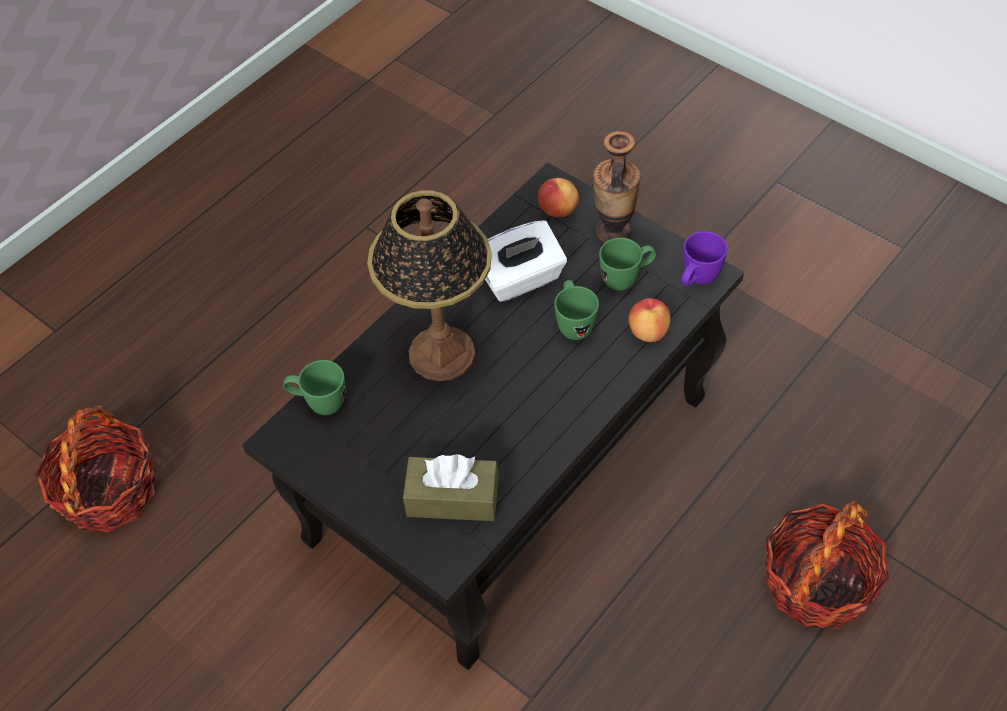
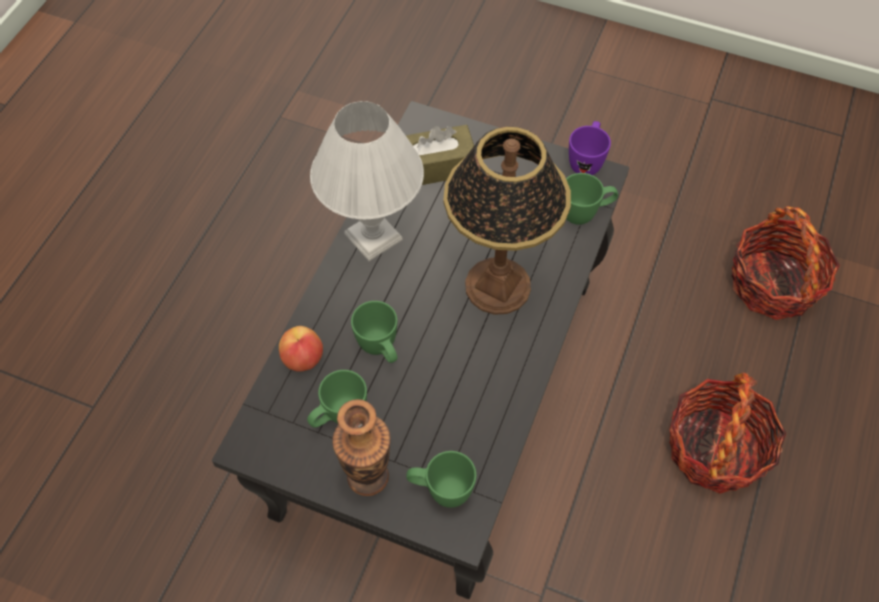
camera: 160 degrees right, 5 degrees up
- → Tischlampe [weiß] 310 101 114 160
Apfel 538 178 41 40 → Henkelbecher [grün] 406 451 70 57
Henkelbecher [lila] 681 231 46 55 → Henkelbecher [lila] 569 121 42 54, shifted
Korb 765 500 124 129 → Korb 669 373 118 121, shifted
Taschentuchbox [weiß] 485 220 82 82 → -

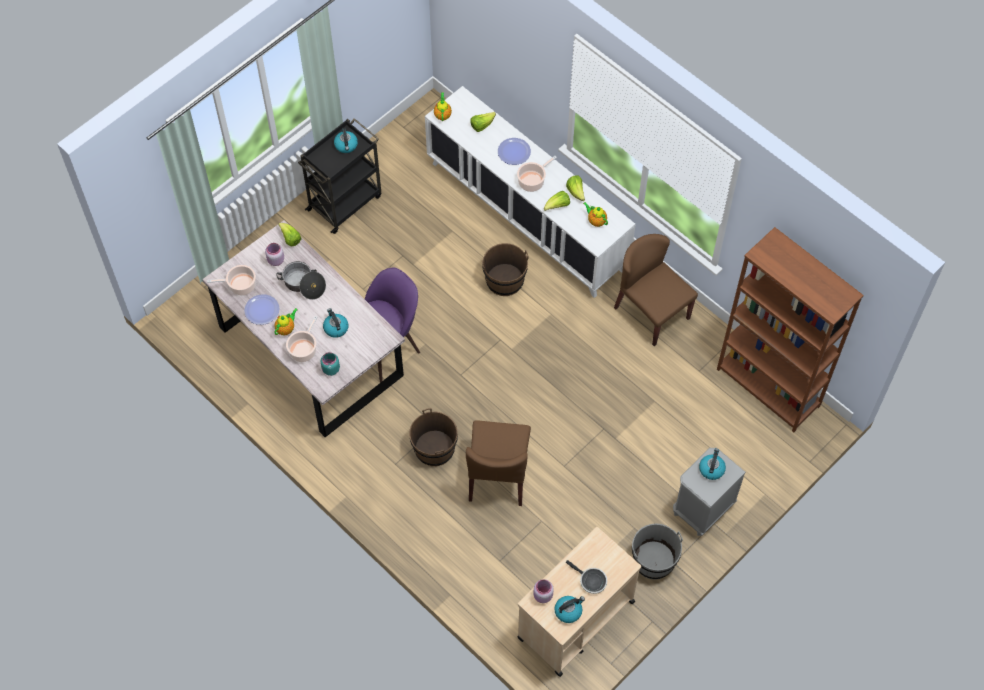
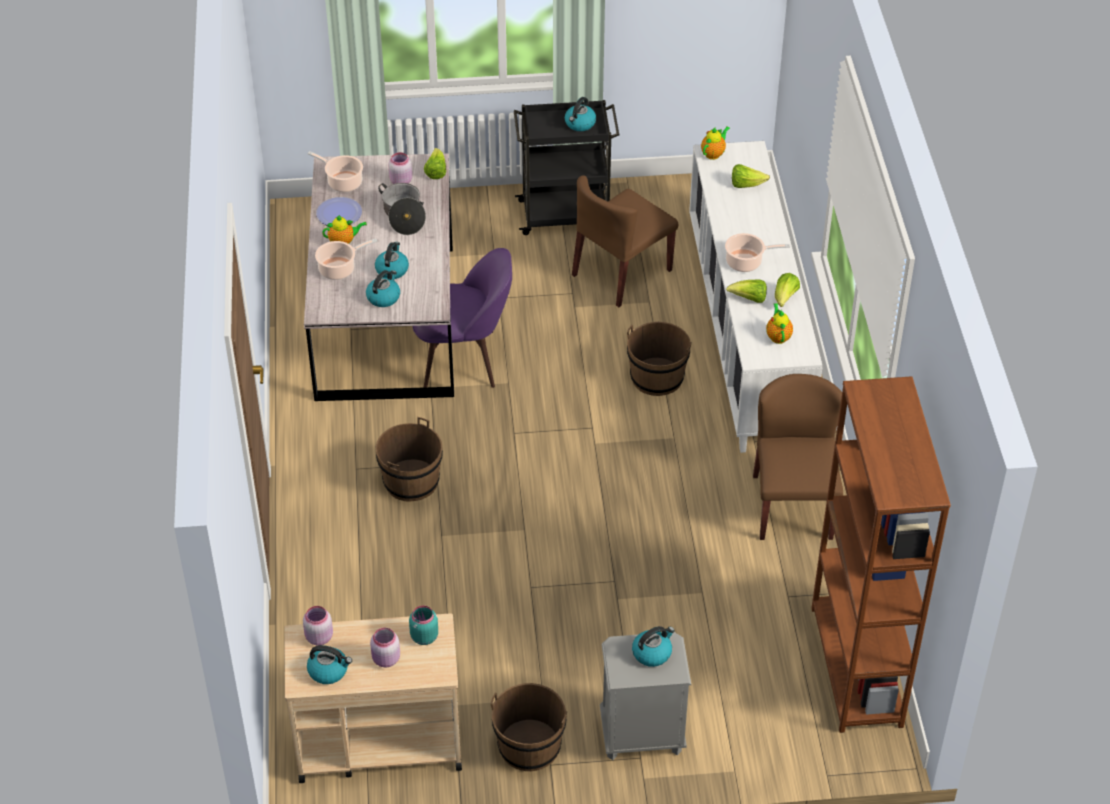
camera: 40 degrees right, 15 degrees down
- → Wasserkessel 366 270 34 37
Pfanne 566 560 41 34 → Vorratsglas [rosa] 370 628 30 39
Vorratsglas [türkis] 321 352 19 24 → Vorratsglas [türkis] 409 606 29 39, shifted
Eimer [grau] 632 523 51 57 → Eimer [braun] 491 683 76 88
Stuhl [braun] 466 420 65 86 → Stuhl [braun] 572 175 106 132, shifted
Teller 498 138 33 27 → -

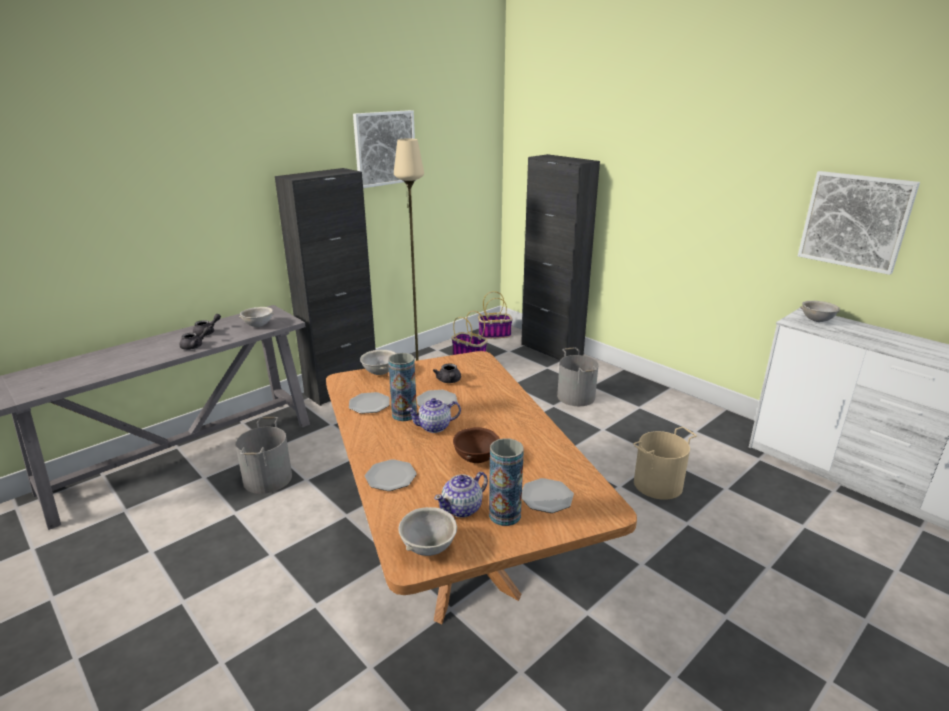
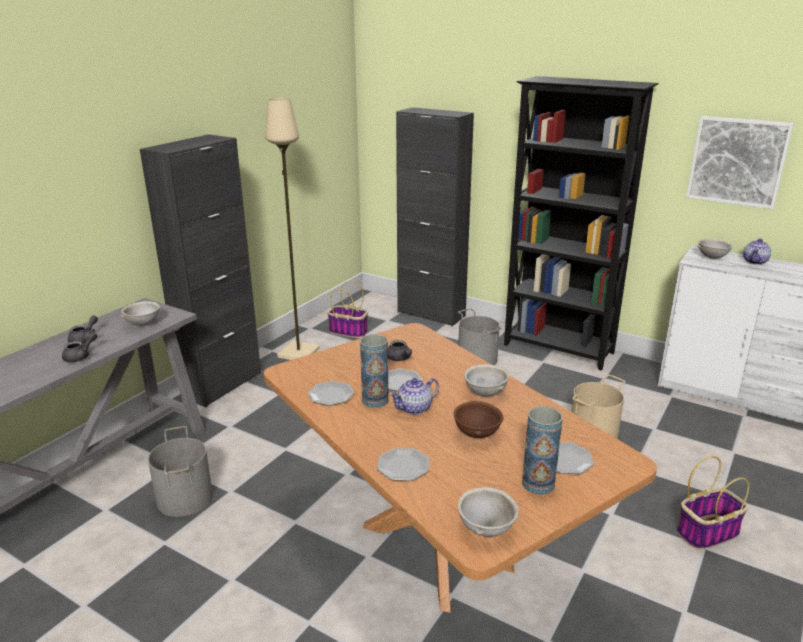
camera: 15 degrees left, 0 degrees up
Schüssel [grau] 360 350 36 25 → Schüssel [grau] 464 364 45 33, shifted
- → Bücherregal [schwarz] 504 76 155 295
Korb 478 291 34 48 → Korb 677 456 72 94, shifted
Teekanne 434 472 54 46 → Teekanne 743 239 28 26, shifted
Bild 353 110 63 78 → -

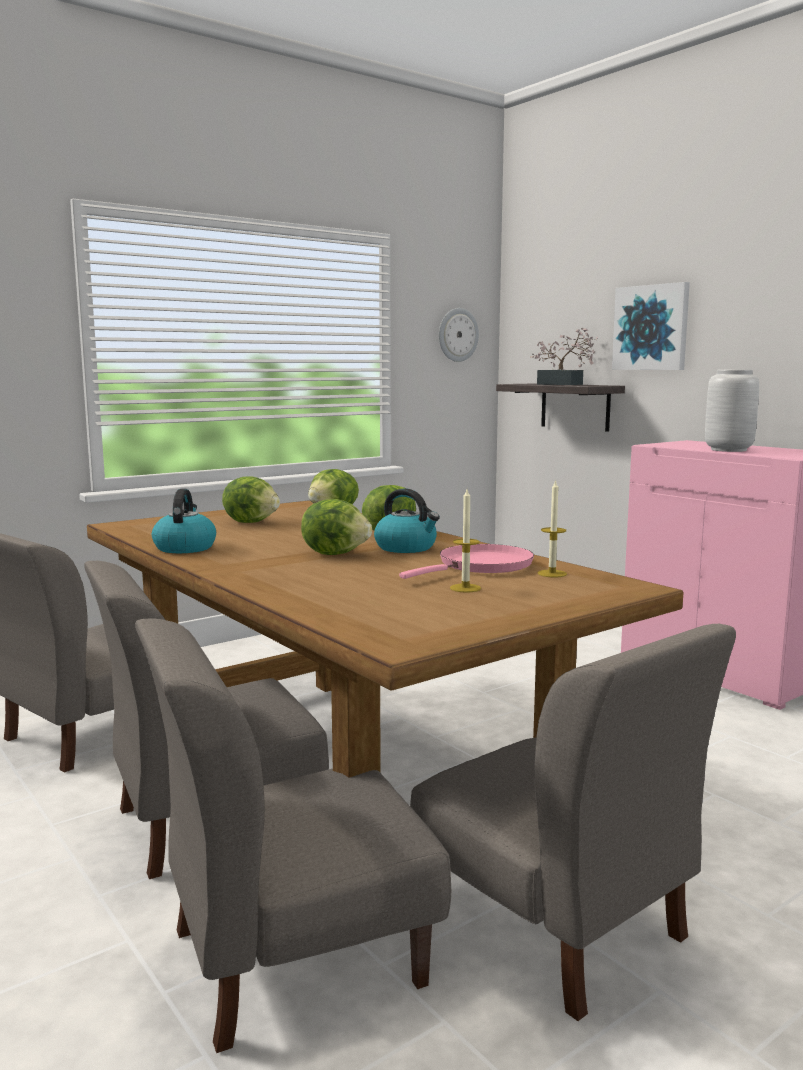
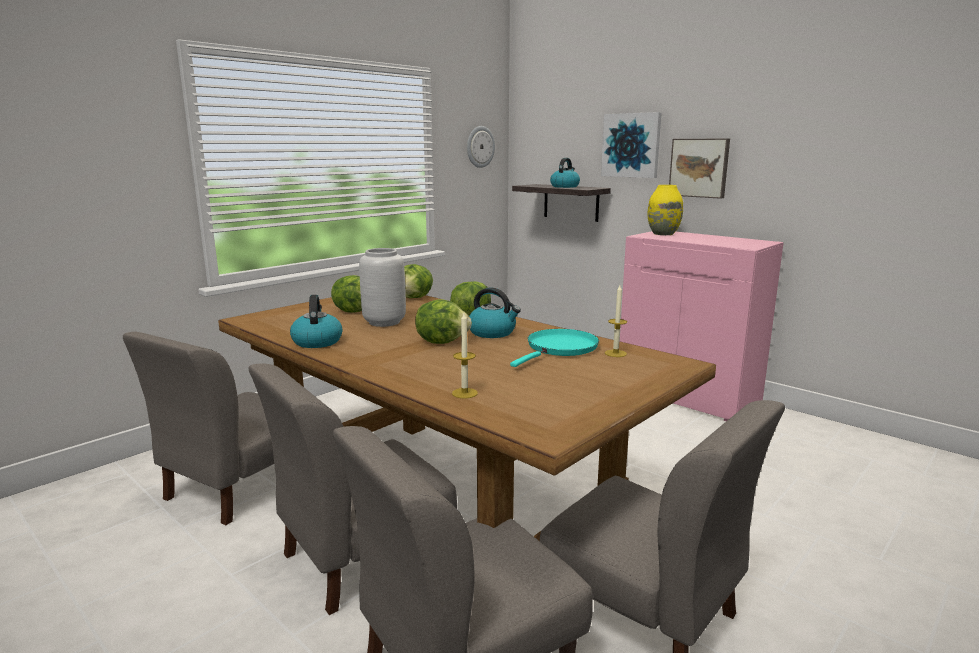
camera: 10 degrees left, 5 degrees up
Vase [grau] 705 369 54 83 → Vase [grau] 359 248 47 79, shifted
Kerze 450 489 31 104 → Kerze 452 313 26 86, shifted
Pfanne [rosa] 399 544 135 35 → Pfanne [türkis] 510 329 89 38
Topfpflanze 530 328 68 57 → Wasserkessel 550 158 30 30
- → Vase [gelb] 648 185 35 50
- → Bild 669 139 61 60

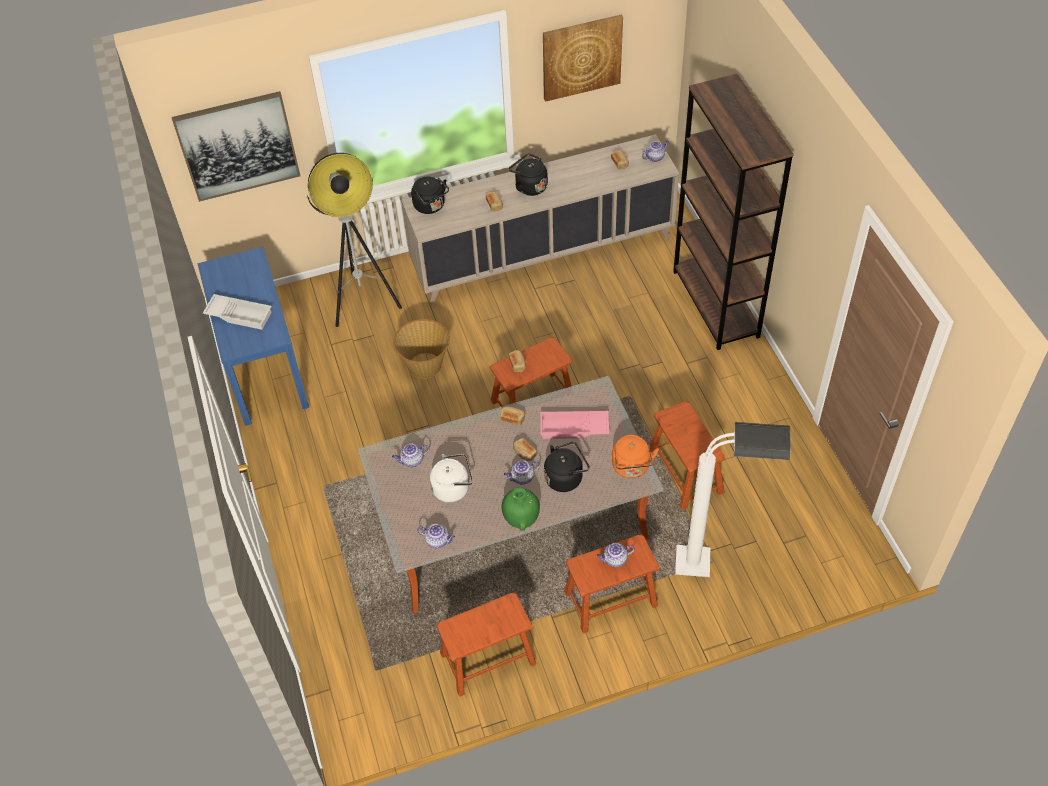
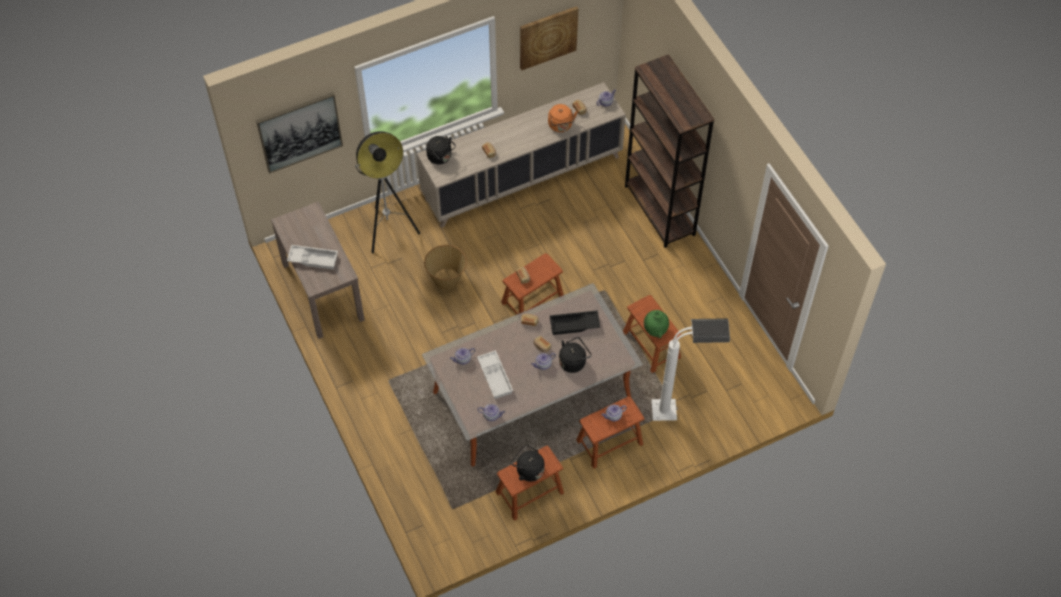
camera: 10 degrees left, 5 degrees up
Konsolentisch [blau] 197 246 112 180 → Konsolentisch [braun] 271 201 94 138
Wasserkessel [weiß] 430 454 43 49 → Tablett [weiß] 477 350 36 49
Wasserkessel [schwarz] 509 153 39 43 → Wasserkessel [schwarz] 511 445 33 37, shifted
Wasserkessel [orange] 612 435 47 43 → Wasserkessel [orange] 548 104 30 28, shifted
Tablett [rosa] 541 411 68 28 → Tablett [schwarz] 549 310 52 25
Vase [grün] 502 487 38 44 → Vase [grün] 644 310 25 28, shifted

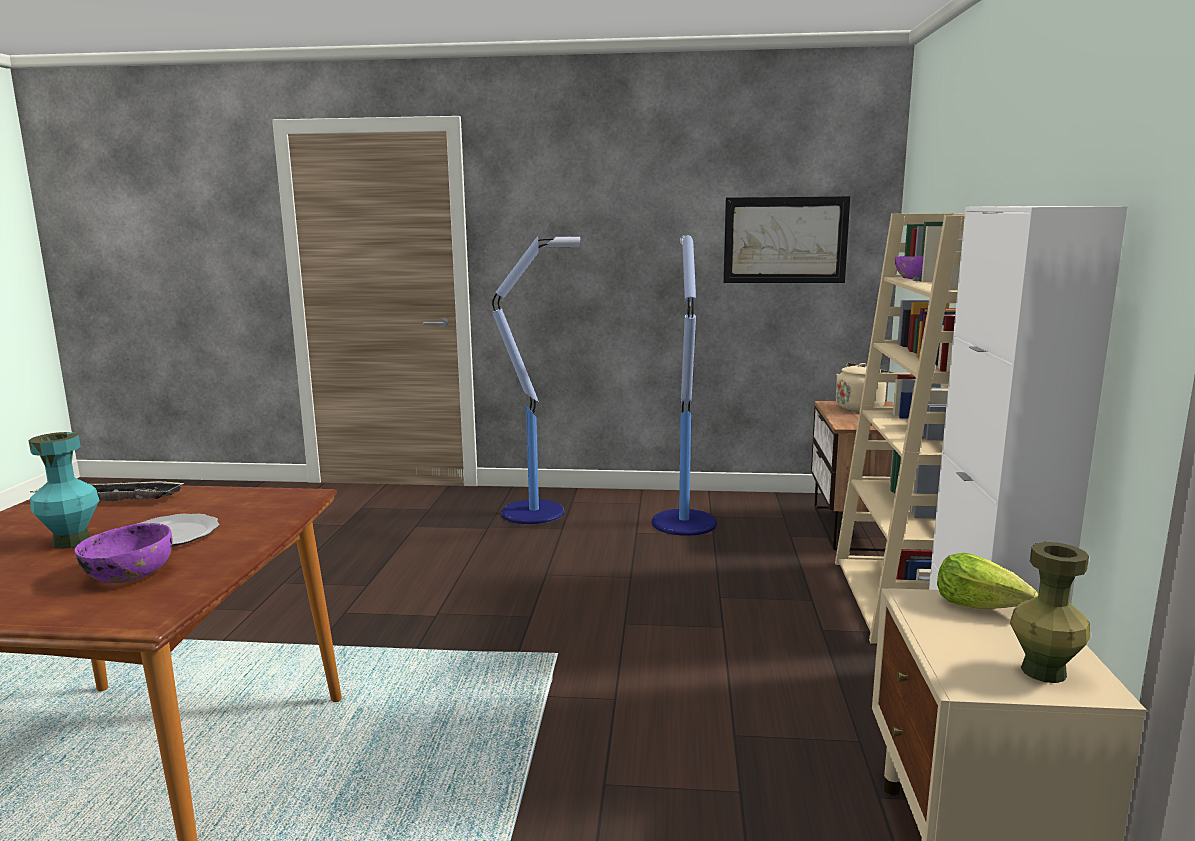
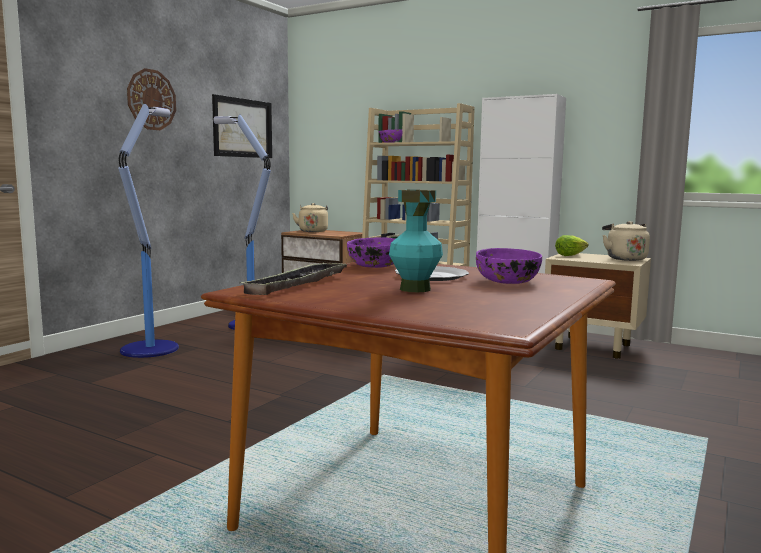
camera: 65 degrees left, 5 degrees down
- → Wanduhr 127 68 49 62
- → Schüssel [lila] 347 237 48 31
Vase [grün] 1010 542 80 141 → Wasserkessel [beige] 602 221 48 40

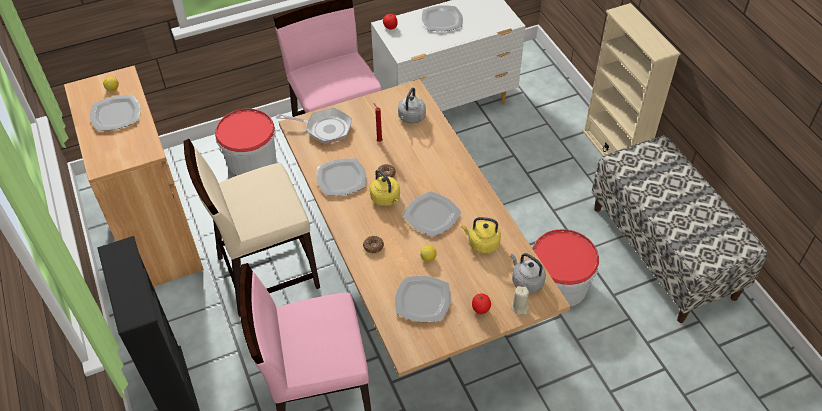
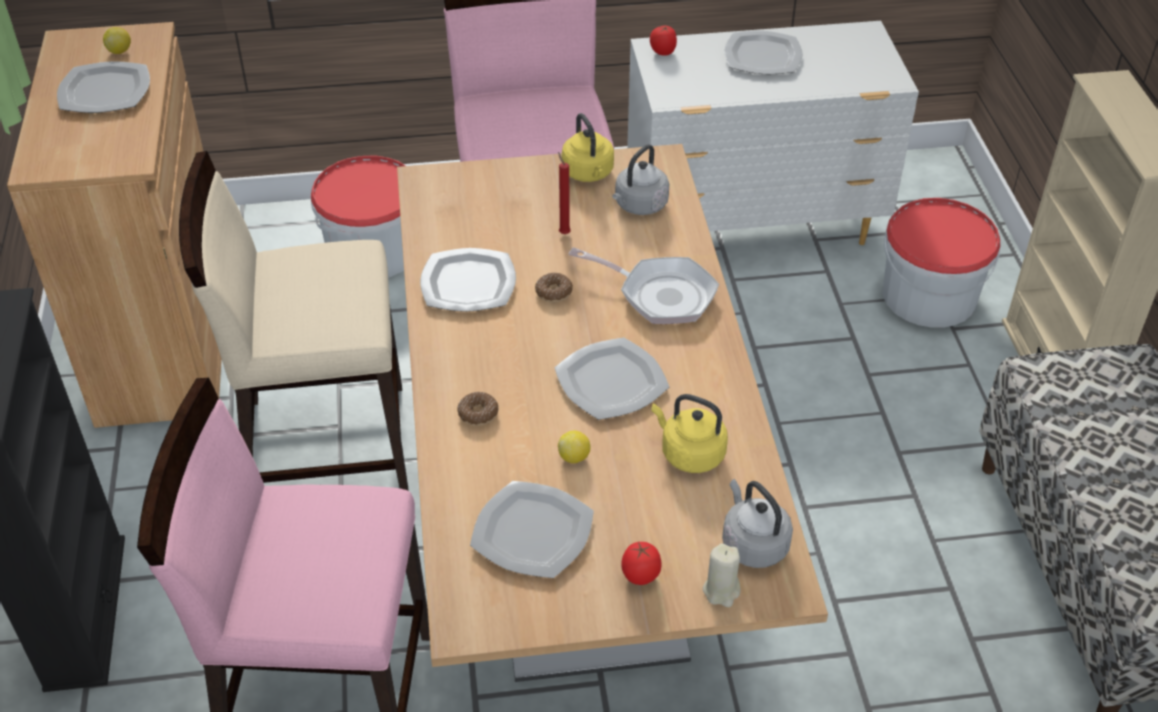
camera: 15 degrees right, 5 degrees down
Wasserkessel [gelb] 370 169 30 37 → Wasserkessel [gelb] 562 113 52 69, shifted
Pfanne 276 108 76 36 → Pfanne 569 247 150 77, shifted
Eimer 532 229 67 78 → Eimer 882 198 119 130, shifted

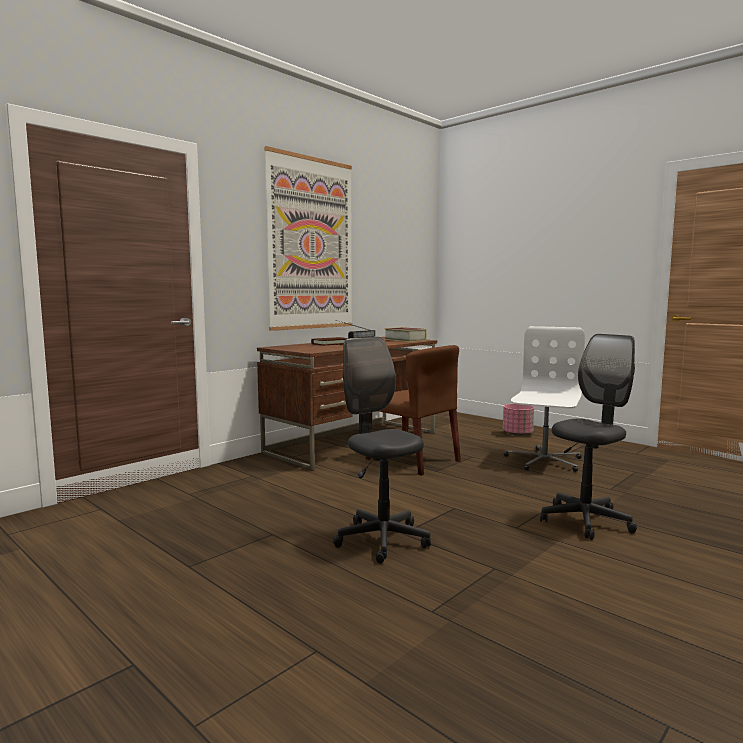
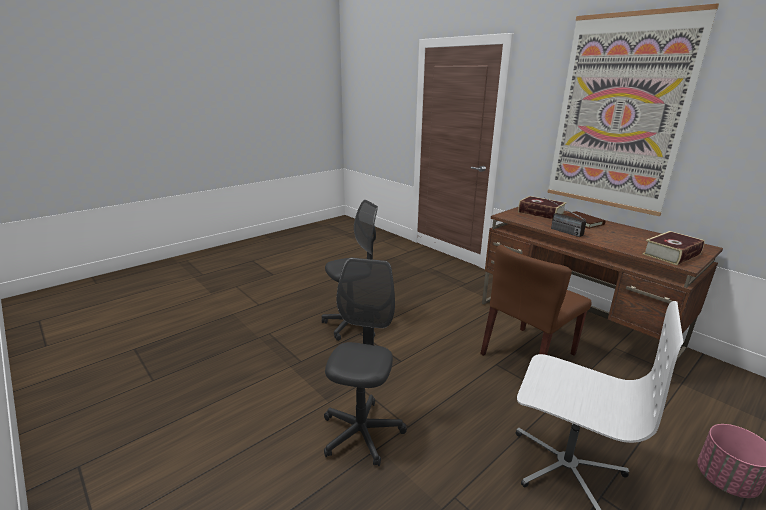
camera: 95 degrees right, 15 degrees up
Bürostuhl [grau] 540 334 97 206 → Bürostuhl [grau] 324 258 83 208, 135 degrees counterclockwise
- → Buch 518 196 48 24

